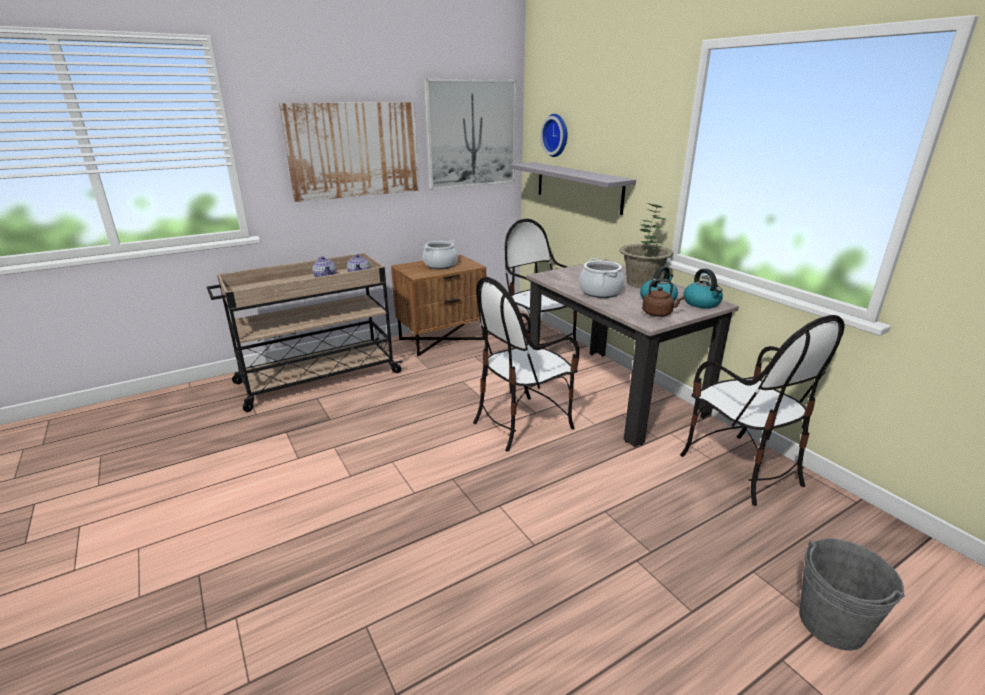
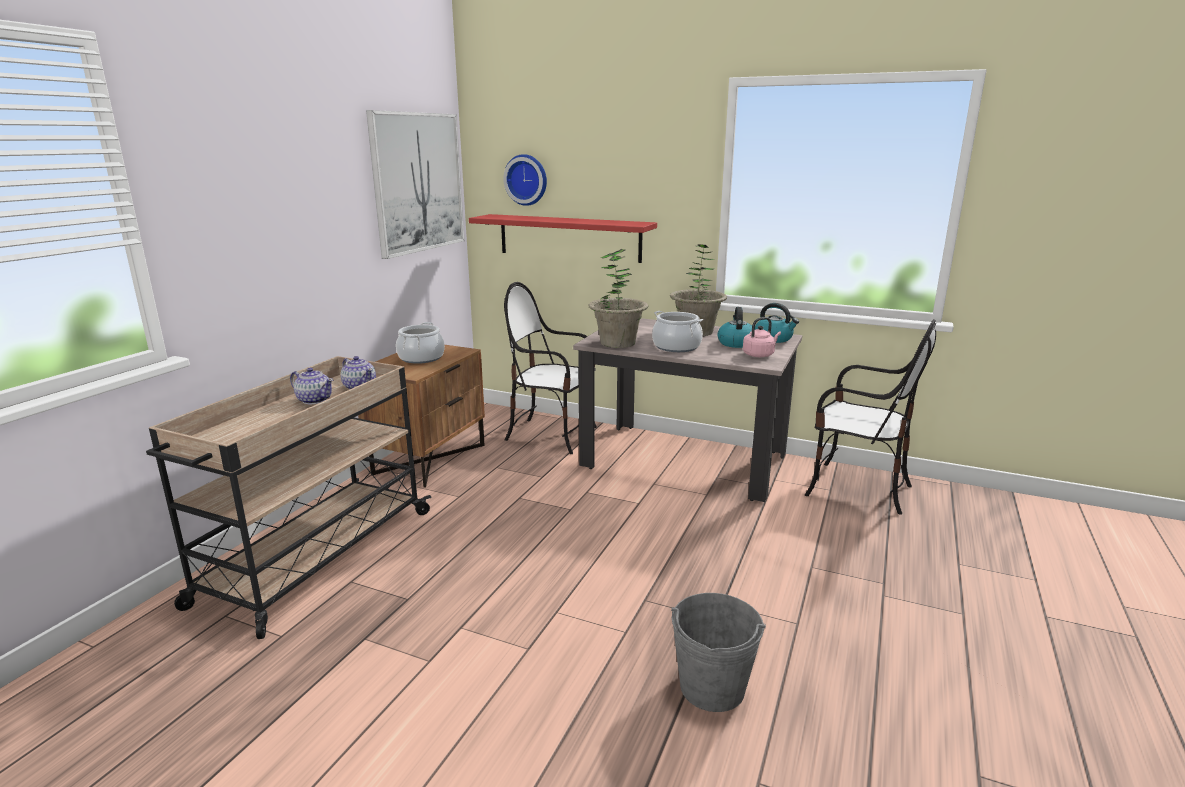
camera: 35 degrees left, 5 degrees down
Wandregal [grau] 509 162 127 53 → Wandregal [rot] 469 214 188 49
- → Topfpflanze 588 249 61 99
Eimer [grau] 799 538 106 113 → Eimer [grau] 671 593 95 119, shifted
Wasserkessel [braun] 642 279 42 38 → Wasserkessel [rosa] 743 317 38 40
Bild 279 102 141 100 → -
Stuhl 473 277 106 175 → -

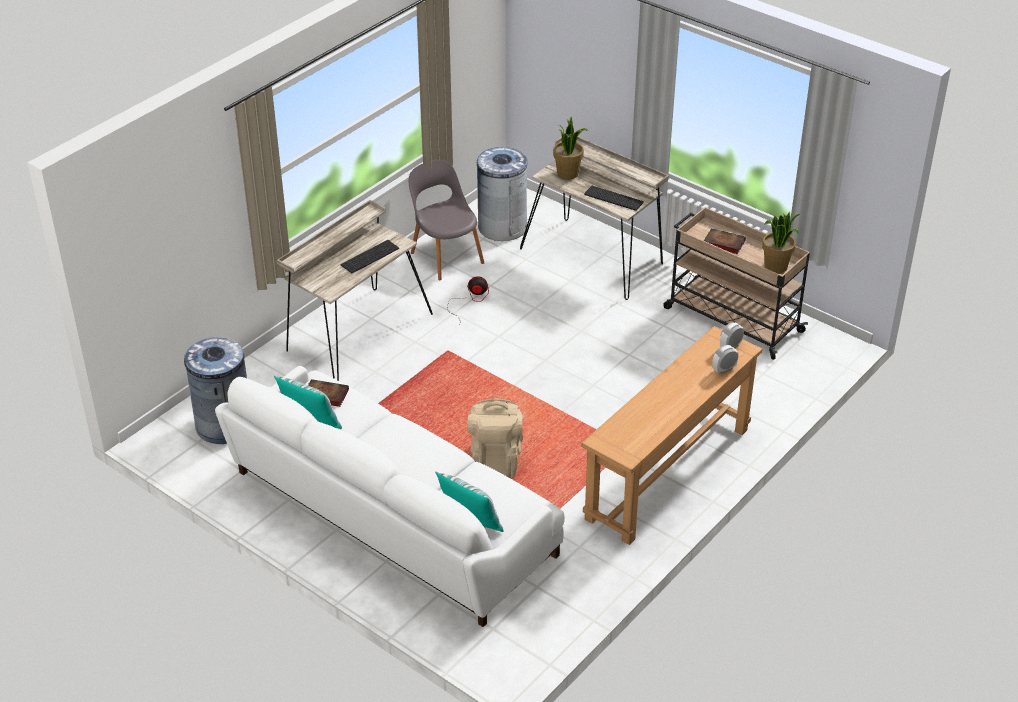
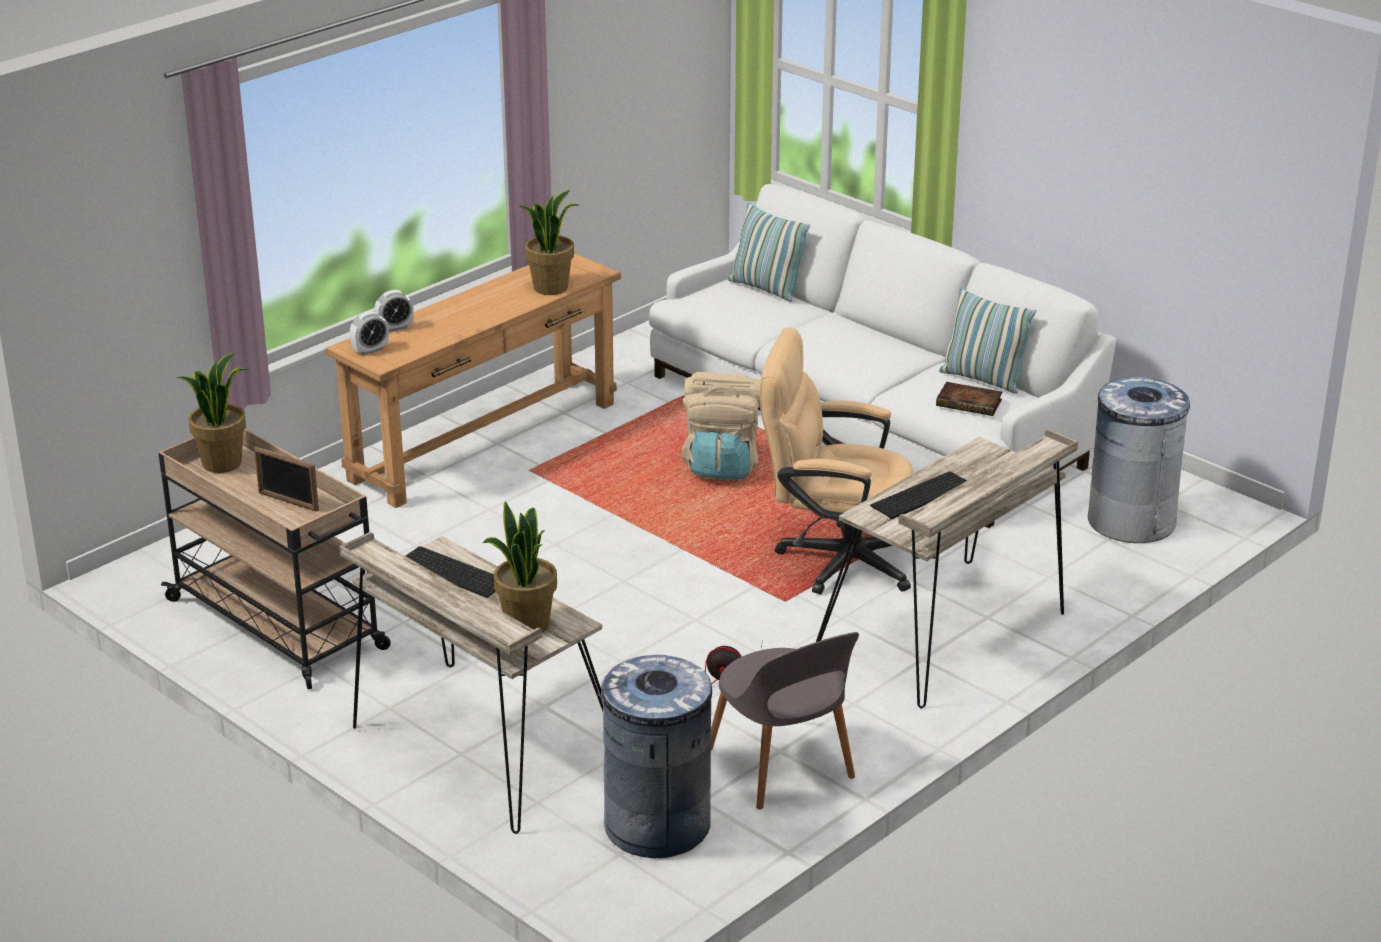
camera: 175 degrees left, 10 degrees down
Buch 704 228 42 26 → Bilderrahmen 254 446 65 66
- → Topfpflanze 518 190 60 105
- → Bürostuhl [beige] 760 327 154 268

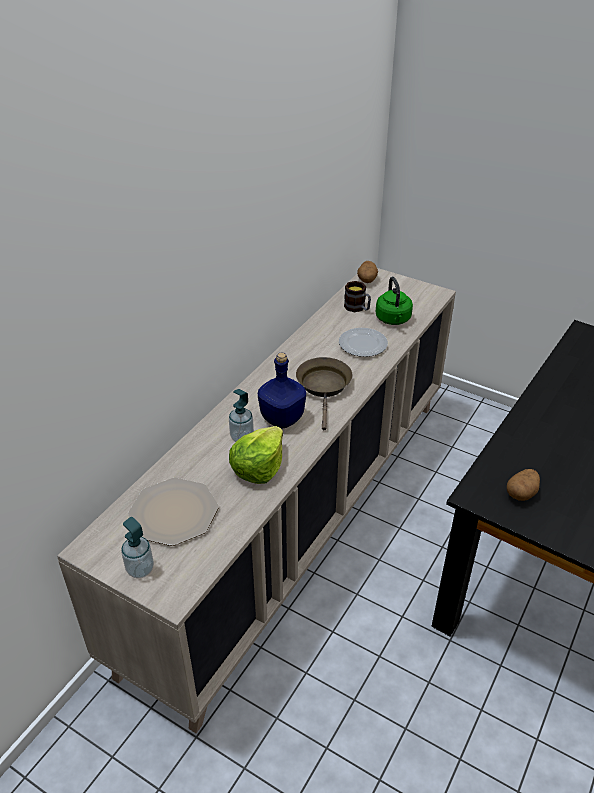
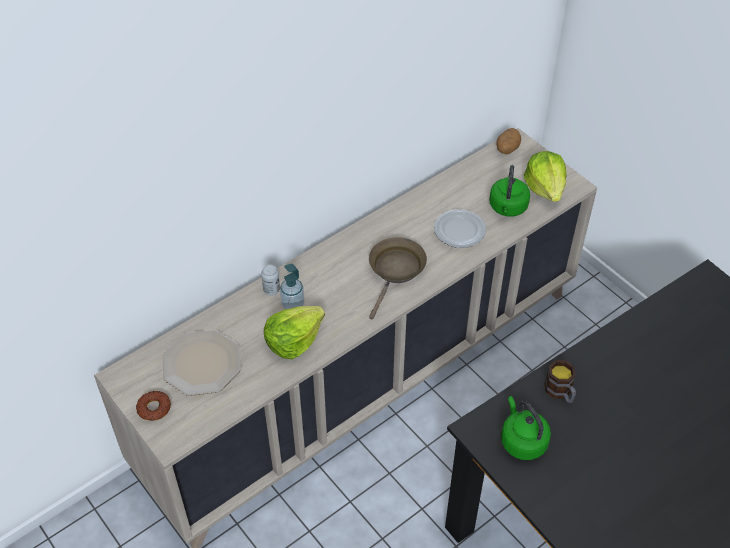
camera: 20 degrees right, 10 degrees up
Seifenspender 121 517 33 61 → Donut 136 391 35 30
- → Dose 261 265 19 30
Kartoffel 507 469 33 32 → Wasserkessel [grün] 501 396 50 64
- → Salatkopf 524 151 42 51
Henkelbecher 344 281 27 31 → Henkelbecher 545 360 31 43, shifted
Flasche [blau] 258 353 48 75 → -

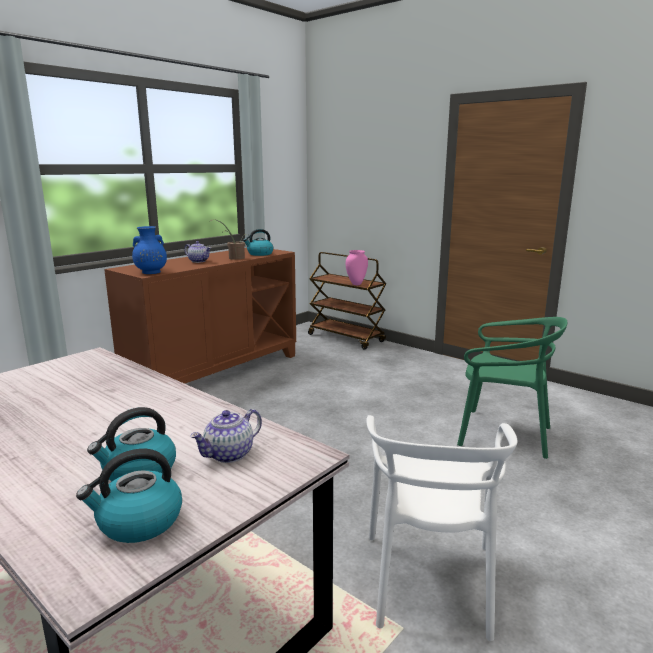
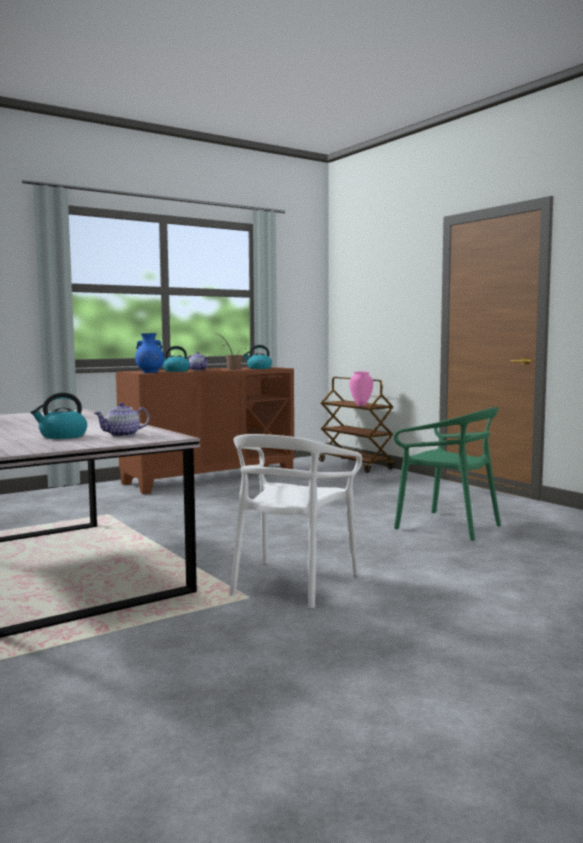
camera: 15 degrees right, 10 degrees down
Wasserkessel 76 449 106 94 → Wasserkessel 163 346 27 26, shifted

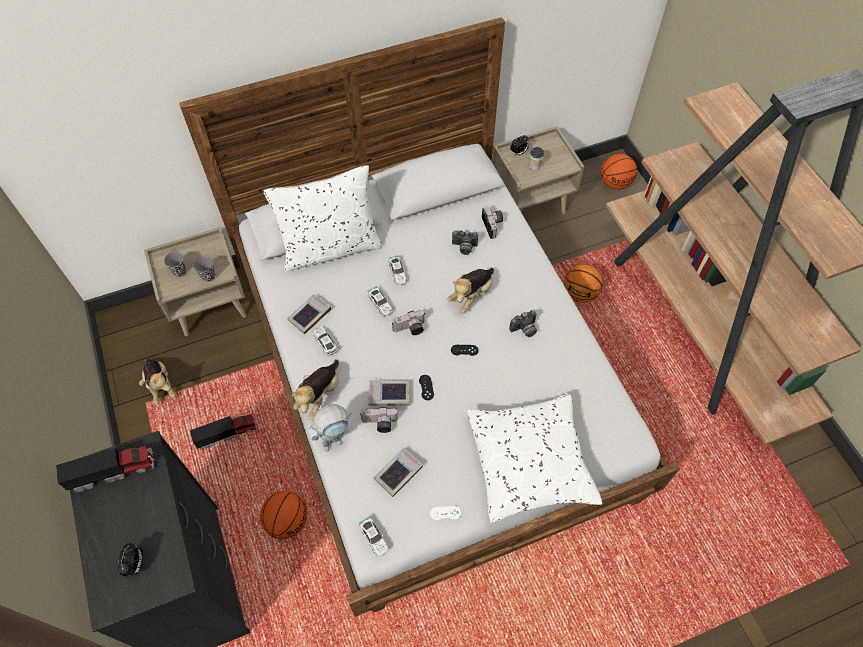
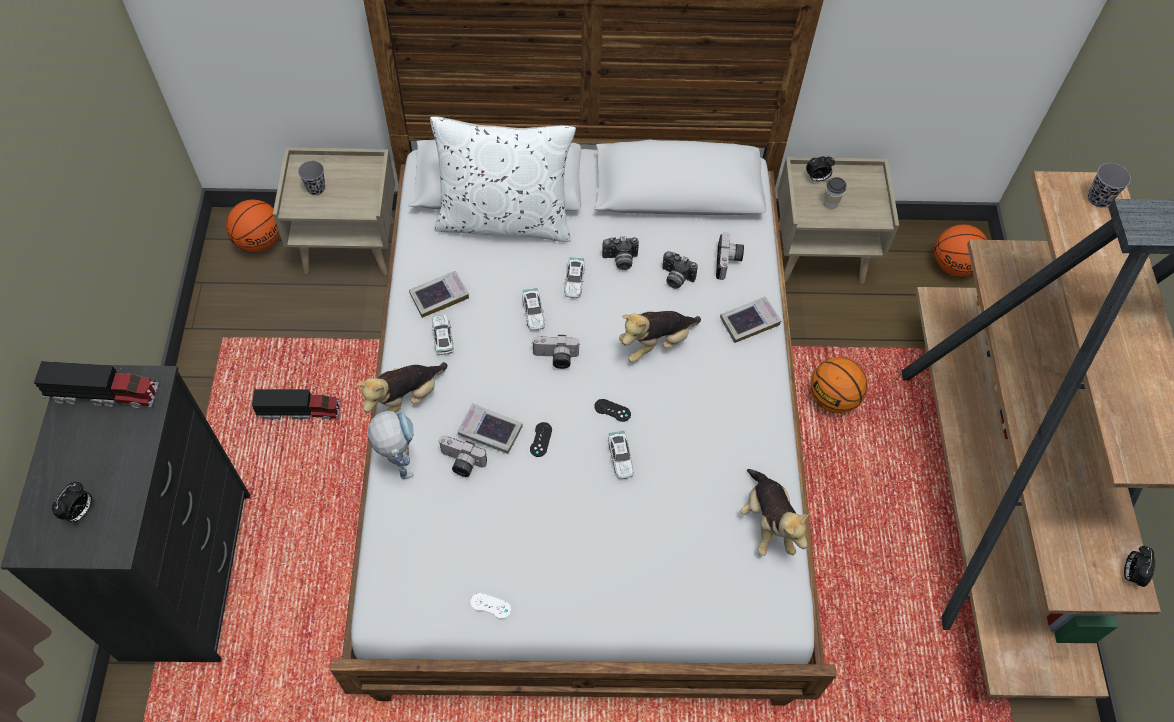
camera: 20 degrees right, 0 degrees up
Basketball 260 491 47 48 → Basketball 226 199 54 54, shifted
Spielzeugroboter 309 404 43 48 → Spielzeugroboter 368 411 46 68, 105 degrees counterclockwise
Kamera 509 310 28 27 → Kamera 602 237 37 33, shifted
Spielzeugauto 359 516 30 41 → Spielzeugauto 608 431 26 48, shifted
Buch 374 448 49 49 → Buch 720 297 61 46, shifted
Plüschtier 139 359 37 45 → Plüschtier 741 469 68 87, shifted
Tasse [grau] 194 256 21 26 → Tasse [grau] 1088 163 43 44, shifted
- → Wecker 1124 546 31 41
Kissen [weiß] 467 394 135 129 → -

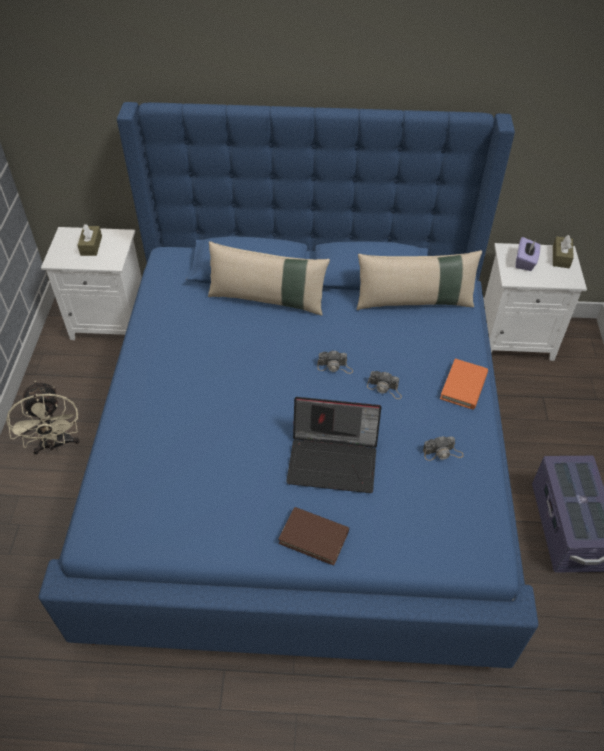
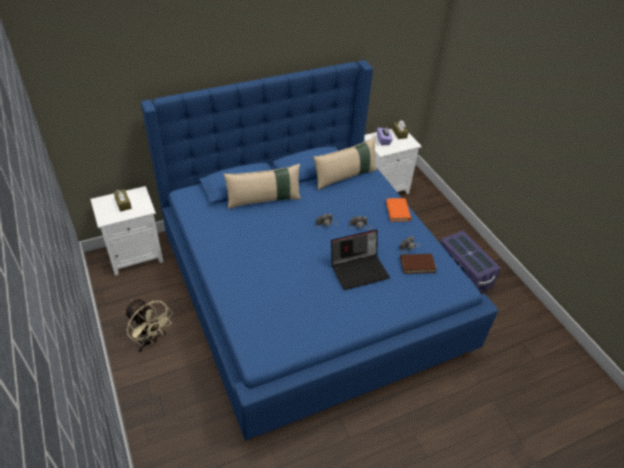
camera: 30 degrees left, 5 degrees down
Buch [braun] 278 507 71 59 → Buch [braun] 400 254 37 20, shifted

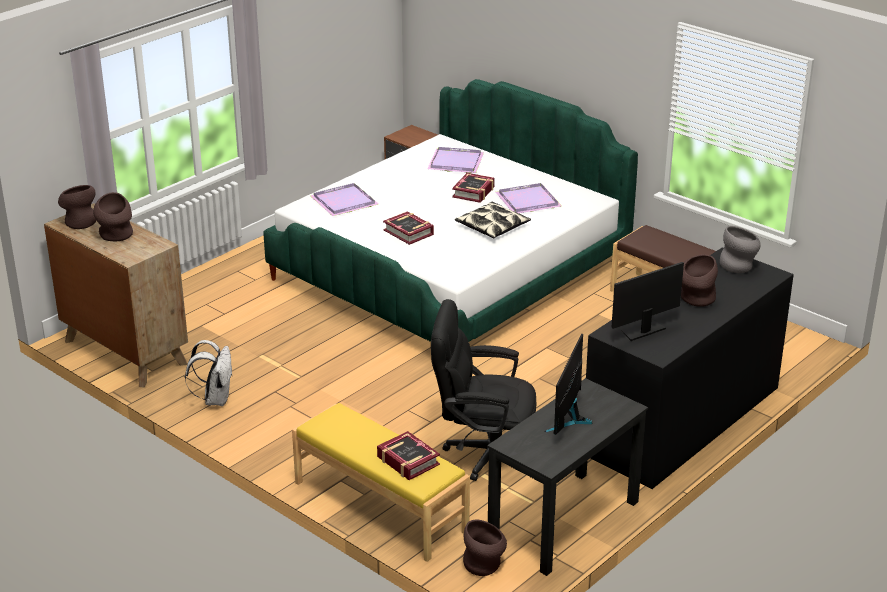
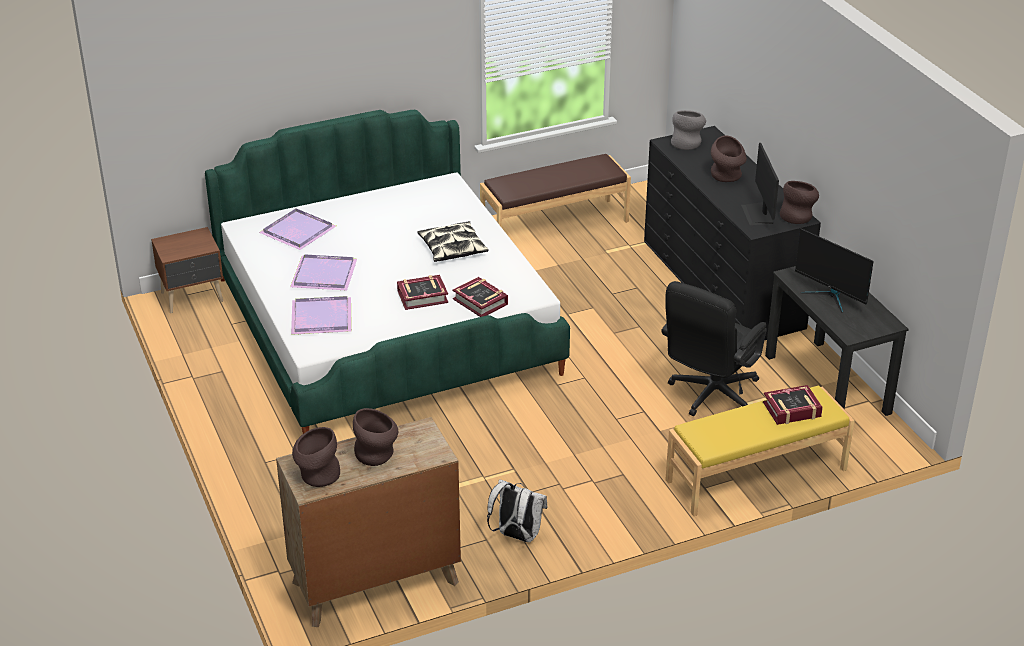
camera: 65 degrees left, 5 degrees up
Tablett [lila] 496 183 66 30 → Tablett [lila] 290 254 67 36, shifted
Buch 452 173 43 30 → Buch 453 277 55 40, shifted
Vase [braun] 463 520 44 56 → Vase [braun] 780 181 39 43, shifted

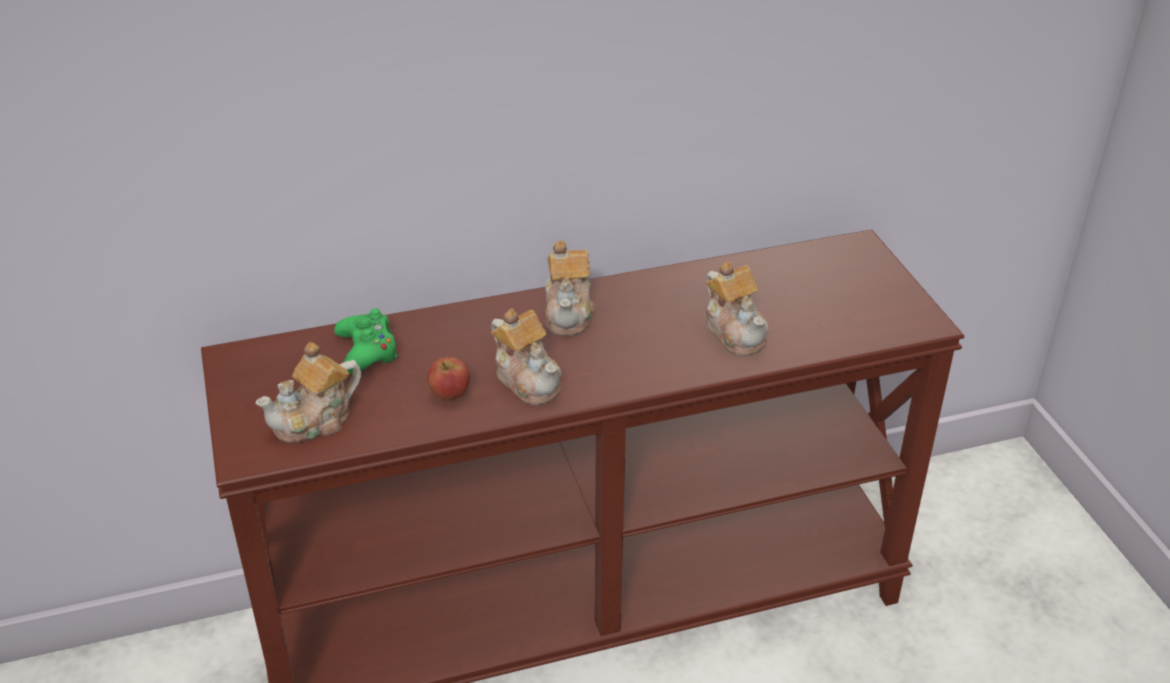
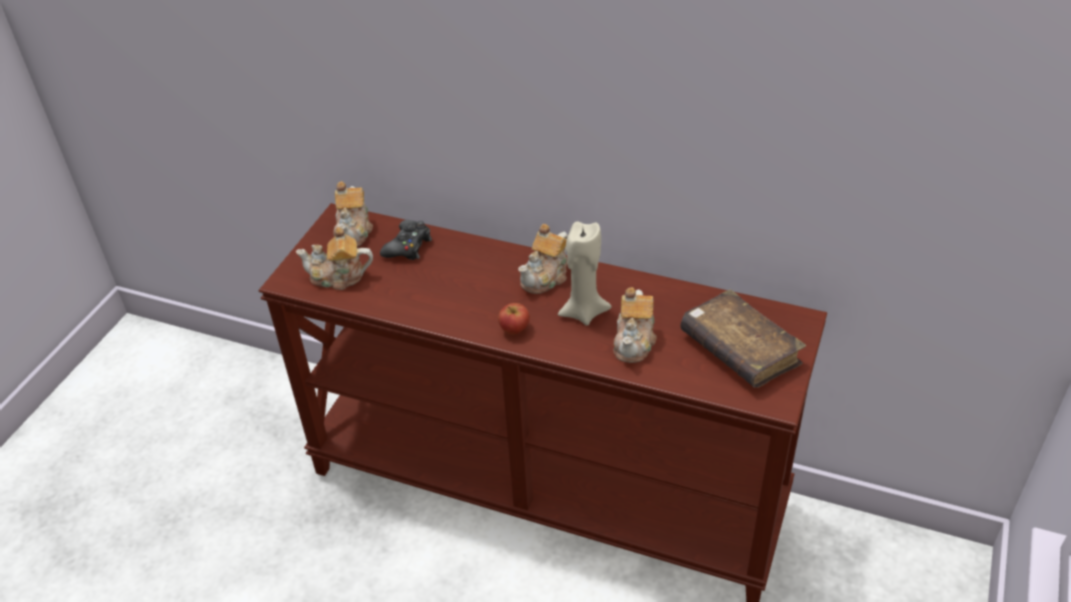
camera: 40 degrees right, 5 degrees up
Teekanne 491 309 71 96 → Teekanne 333 181 40 66, shifted
Gamepad [grün] 334 308 65 66 → Gamepad [schwarz] 380 220 52 40
Apfel 427 357 43 44 → Apfel 498 303 32 32, shifted
- → Kerze [beige] 558 221 53 105
- → Buch [braun] 680 289 126 99

